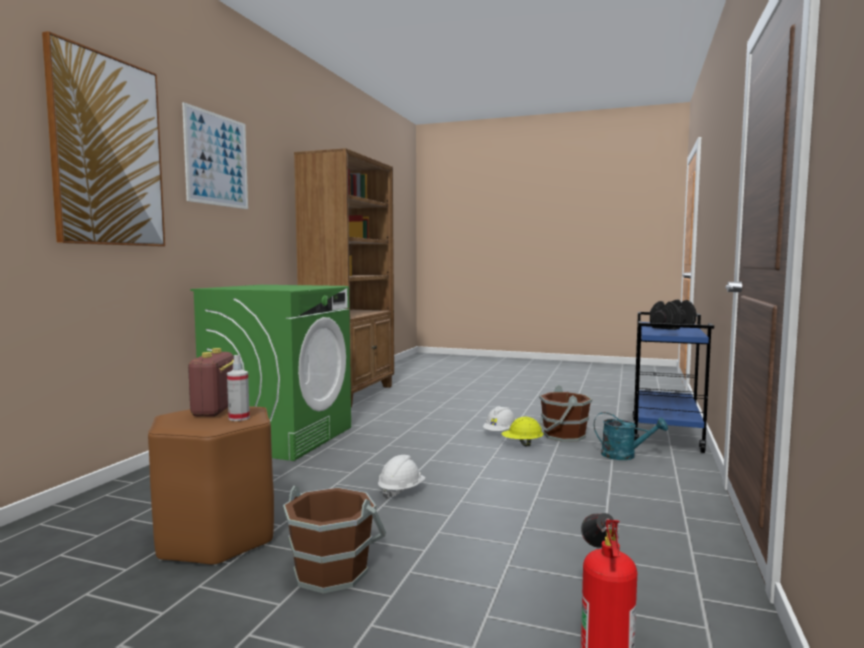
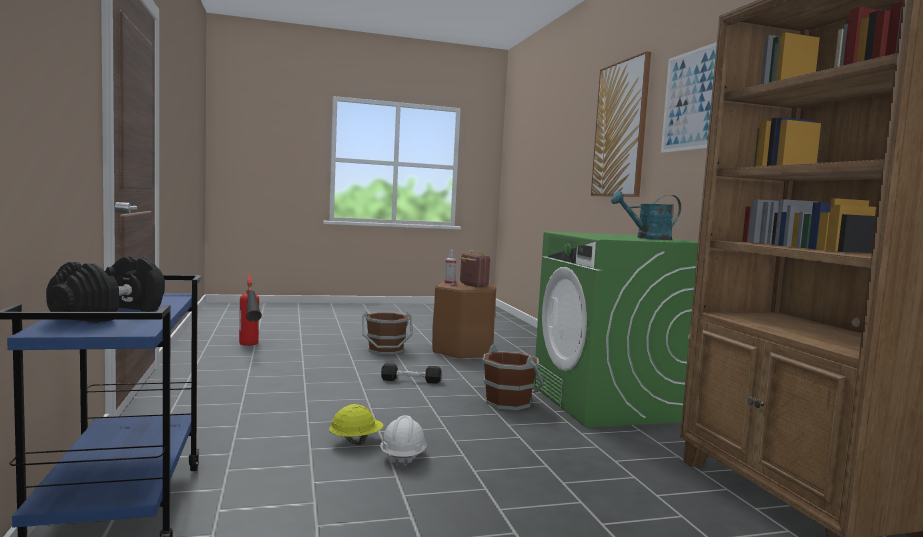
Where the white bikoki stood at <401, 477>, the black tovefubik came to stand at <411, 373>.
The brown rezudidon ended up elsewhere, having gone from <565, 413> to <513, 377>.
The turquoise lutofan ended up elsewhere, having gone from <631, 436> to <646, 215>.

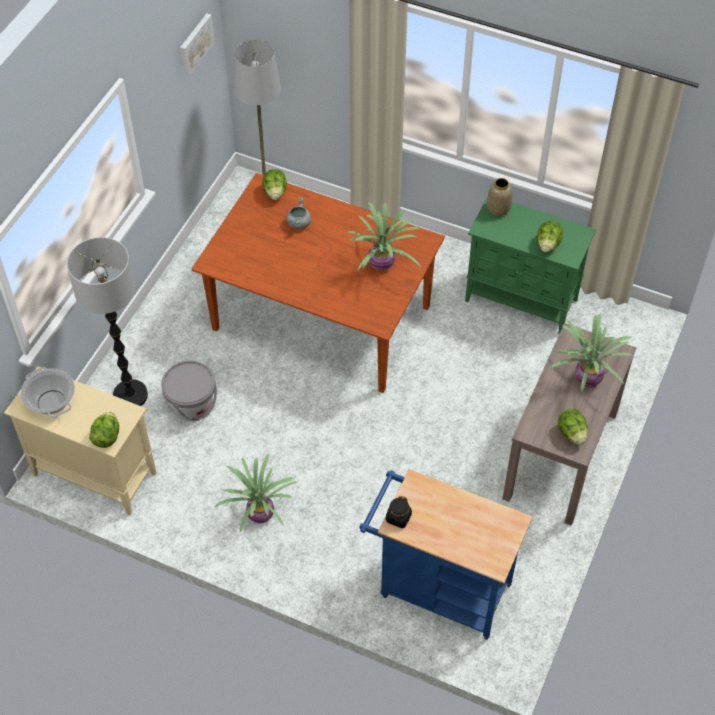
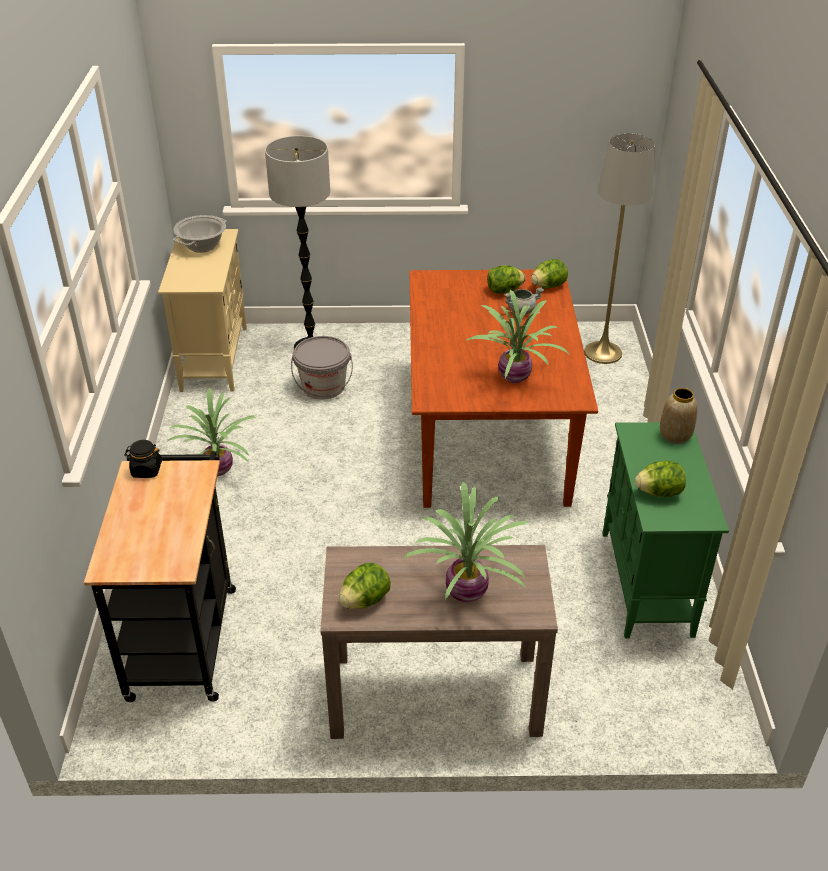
The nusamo ended up elsewhere, having gone from <104, 430> to <506, 279>.
The second view lost the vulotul at <197, 45>.
What was the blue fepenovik at <446, 554> turned into the black fepenovik at <160, 576>.

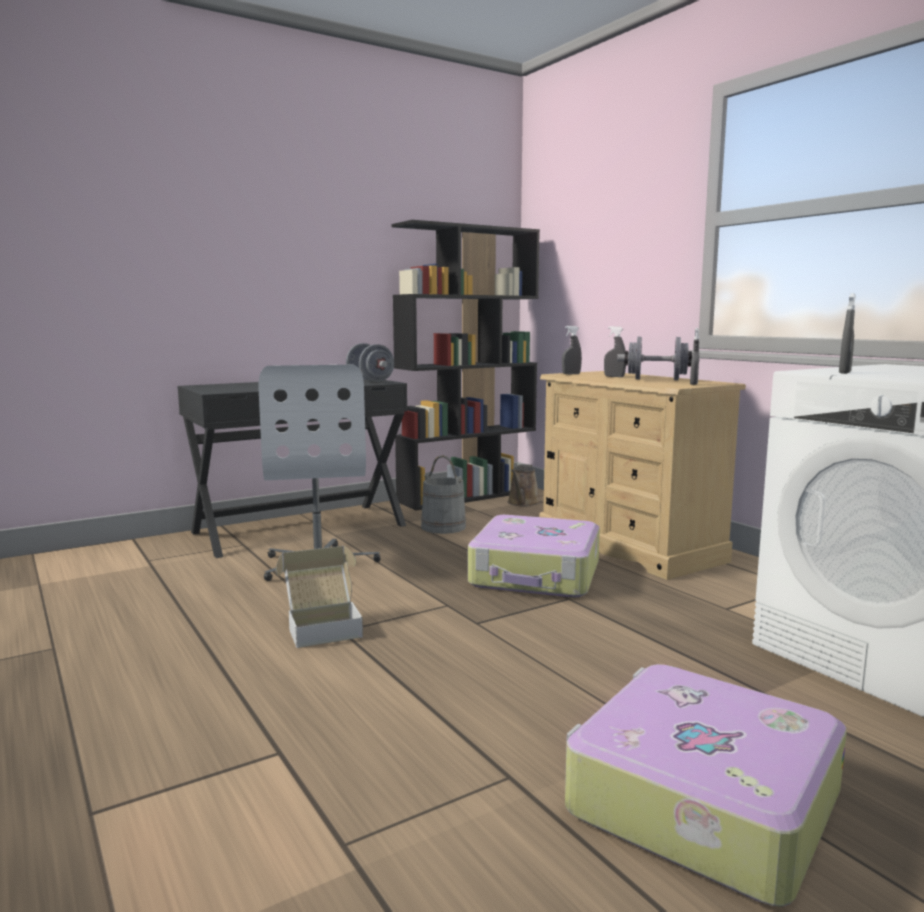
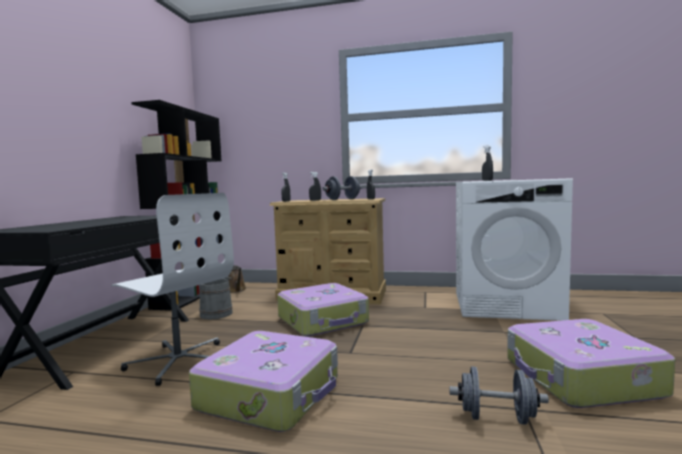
Where the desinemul stood at <319, 597>, the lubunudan came to stand at <263, 381>.
The grey tovefubik ended up elsewhere, having gone from <370, 362> to <499, 395>.

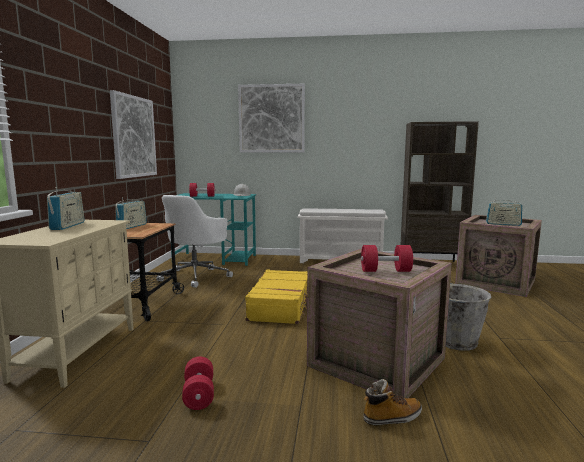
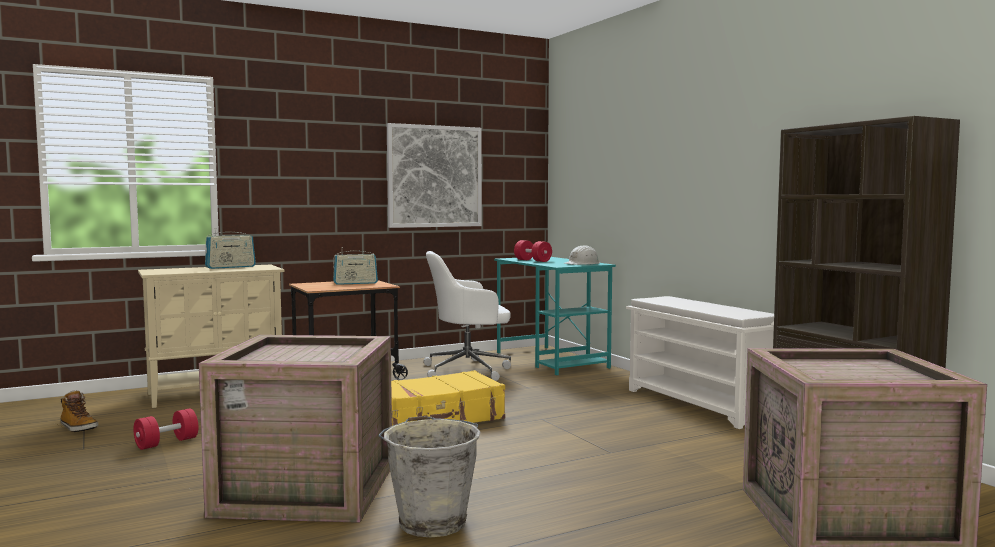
The second view lost the vulotul at <271, 118>.
The second view lost the red tovefubik at <387, 258>.
The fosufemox ended up elsewhere, having gone from <392, 402> to <79, 411>.
The second view lost the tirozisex at <504, 212>.

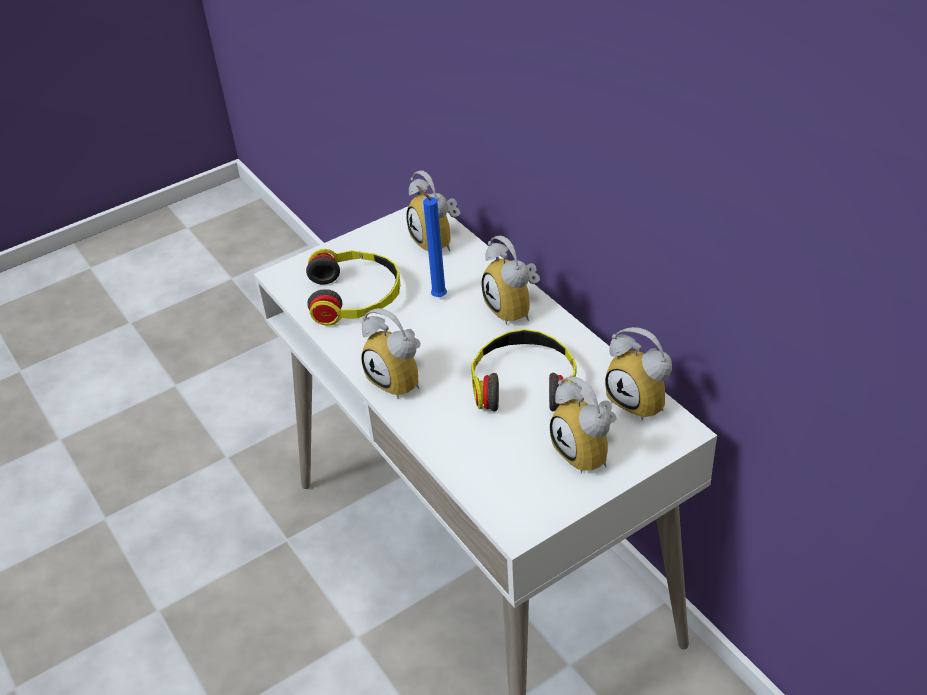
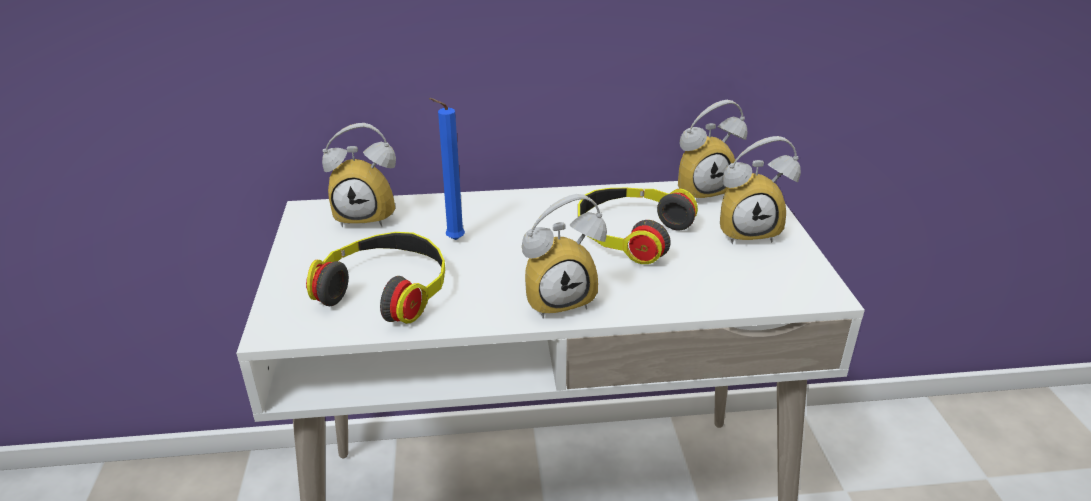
The second view lost the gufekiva at <511, 280>.

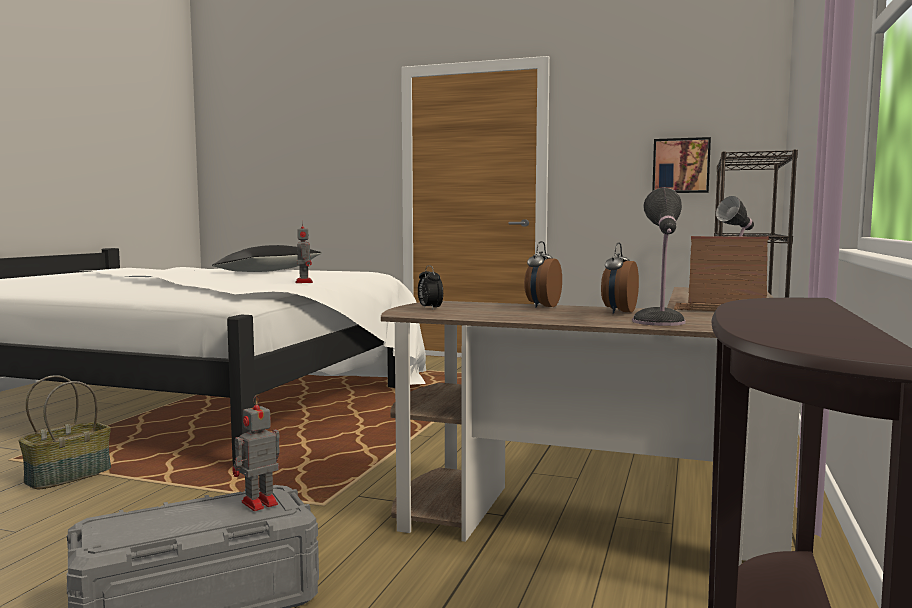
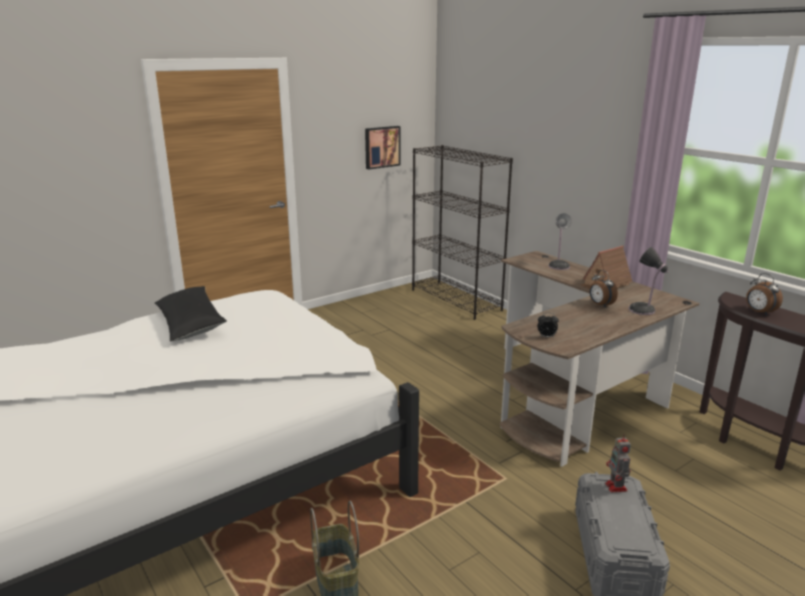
The second view lost the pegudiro at <304, 252>.
The gufekiva ended up elsewhere, having gone from <543, 274> to <764, 294>.

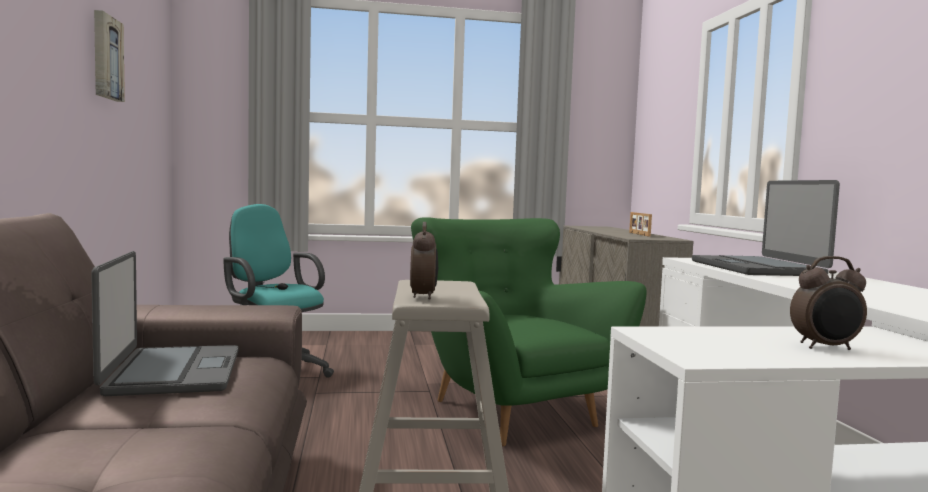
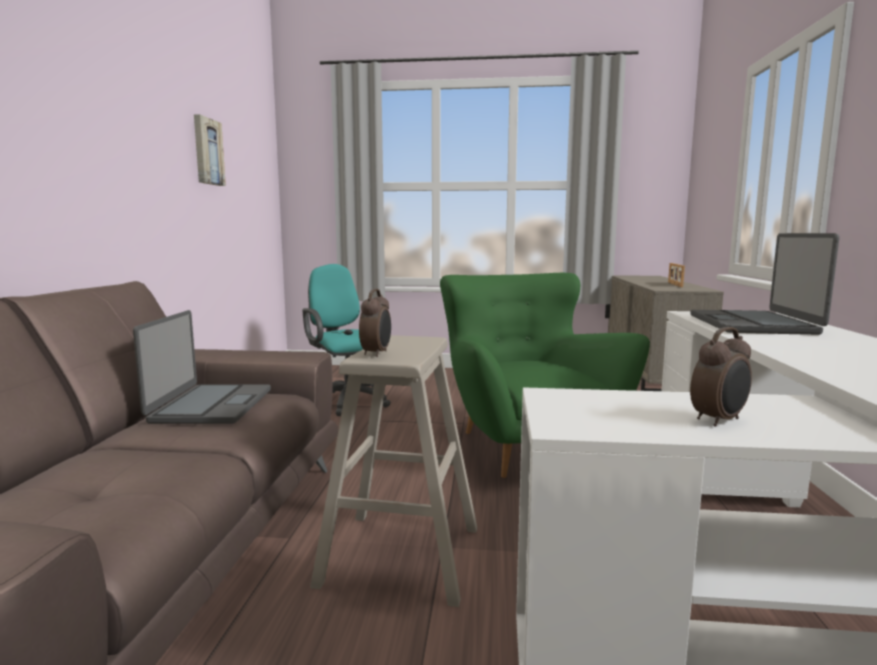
The gufekiva at <828, 303> ended up facing another way, 45 degrees counterclockwise from before.

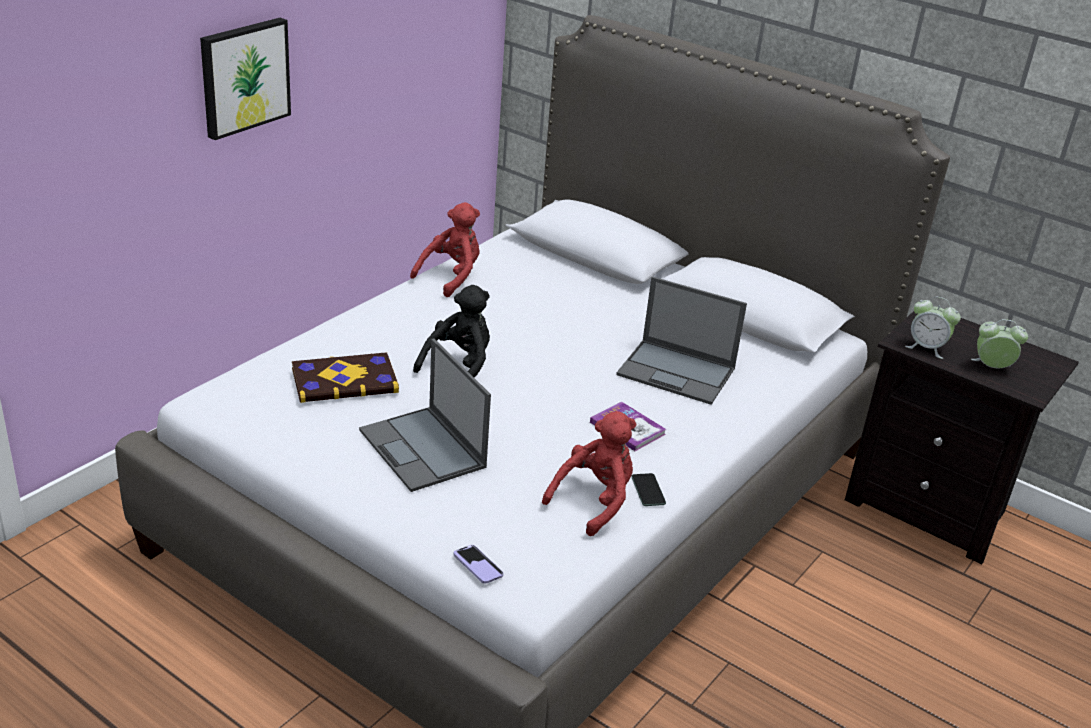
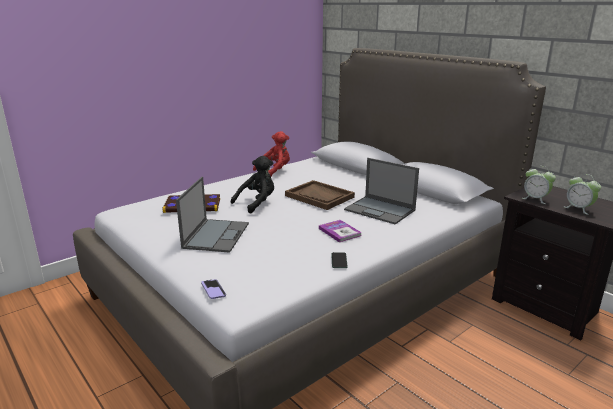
The second view lost the vulotul at <245, 79>.
The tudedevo at <425, 415> ended up facing another way, 150 degrees counterclockwise from before.
The second view lost the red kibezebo at <589, 473>.
The gufekiva at <999, 343> ended up facing another way, 150 degrees counterclockwise from before.
The second view gained the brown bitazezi at <320, 195>.

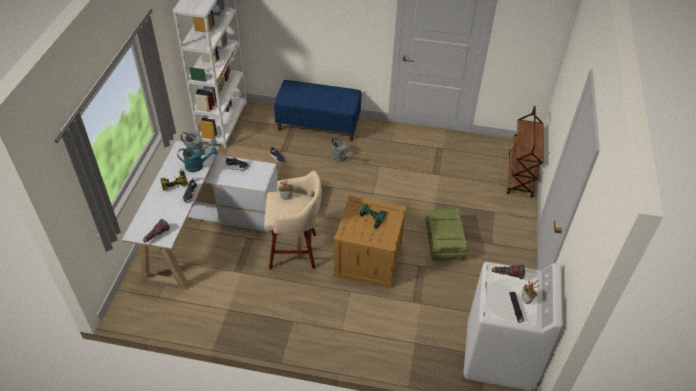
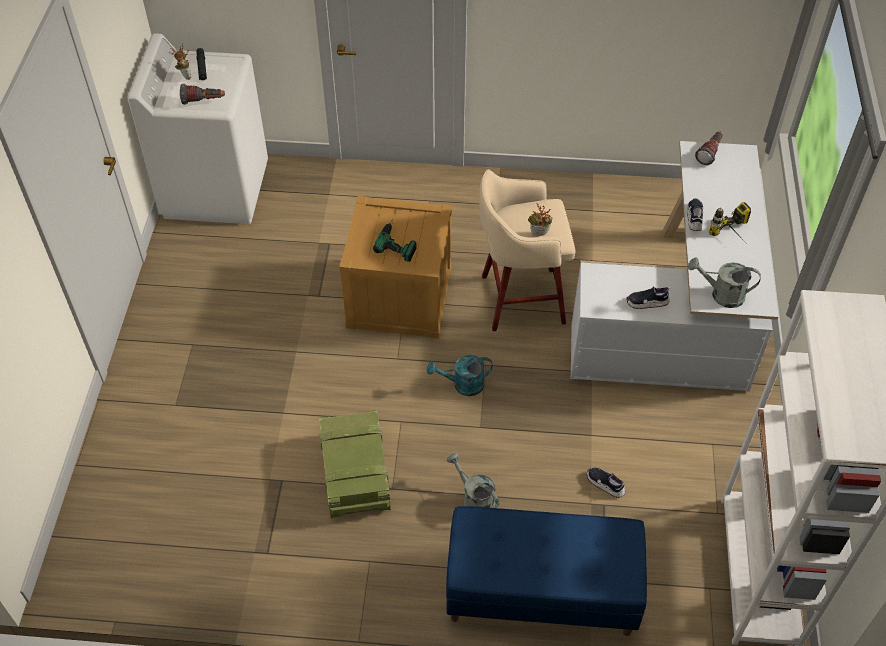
The turquoise lutofan ended up elsewhere, having gone from <198, 159> to <460, 375>.
The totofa ended up elsewhere, having gone from <446, 234> to <355, 463>.
The second view lost the brown fepenovik at <525, 152>.

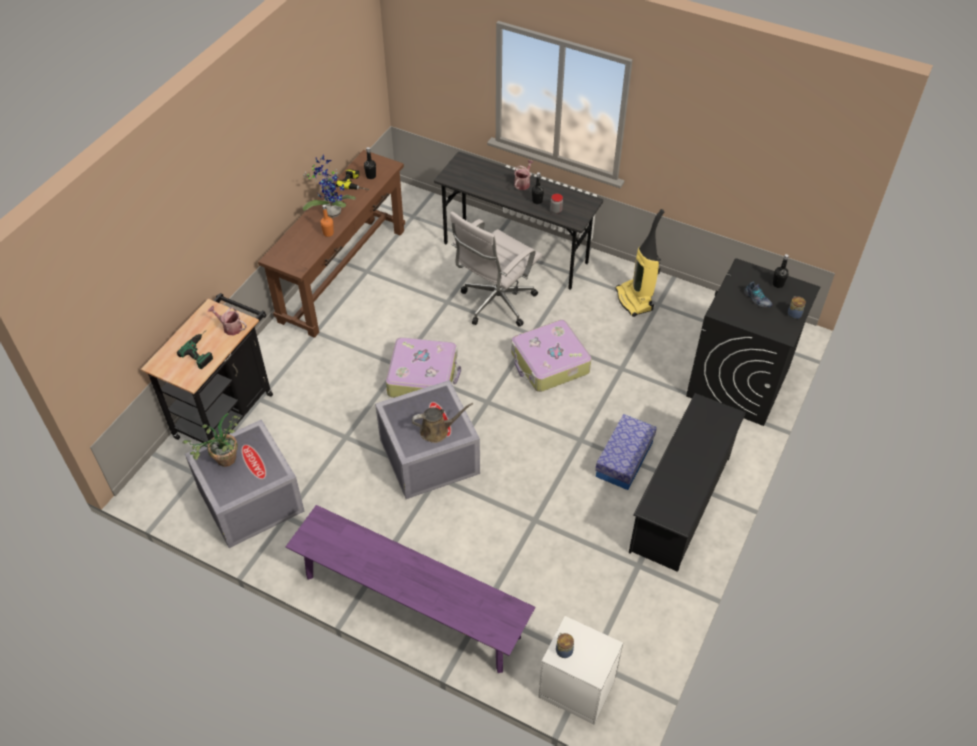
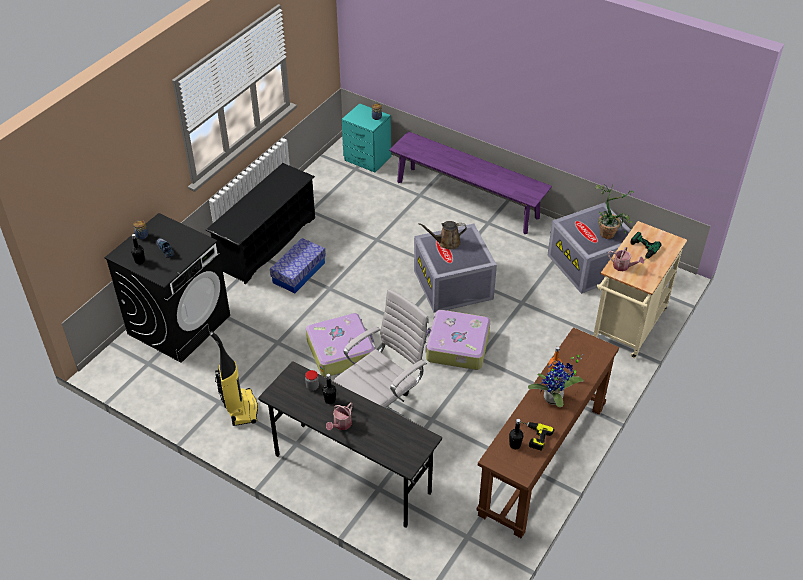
What was the black fepenovik at <207, 368> turned into the beige fepenovik at <639, 289>.
What was the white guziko at <580, 670> turned into the turquoise guziko at <366, 138>.

